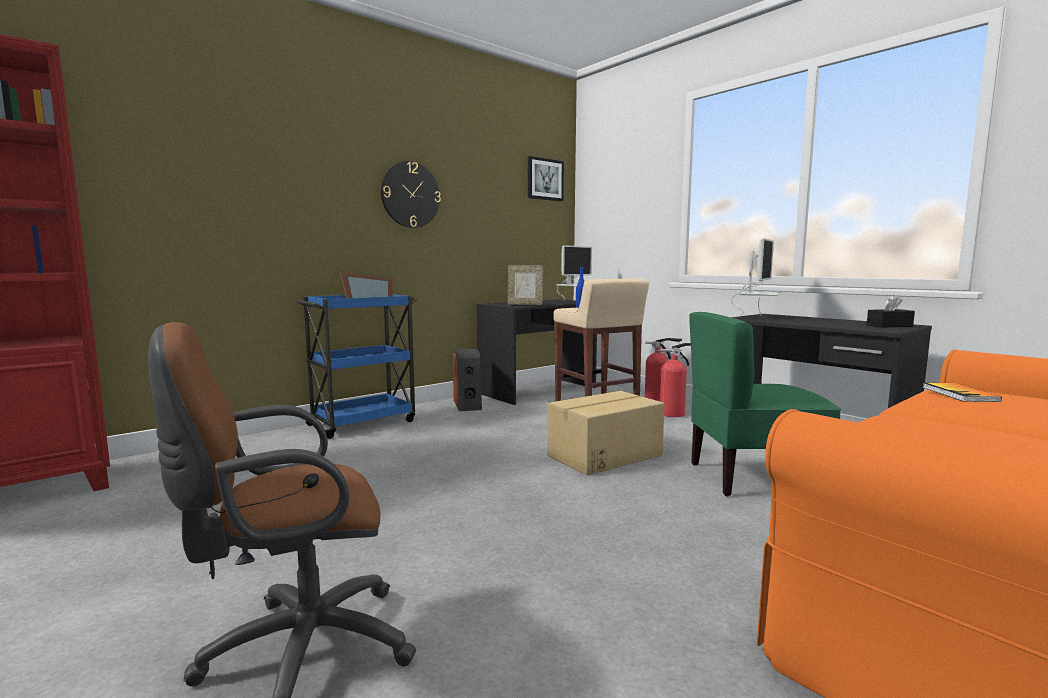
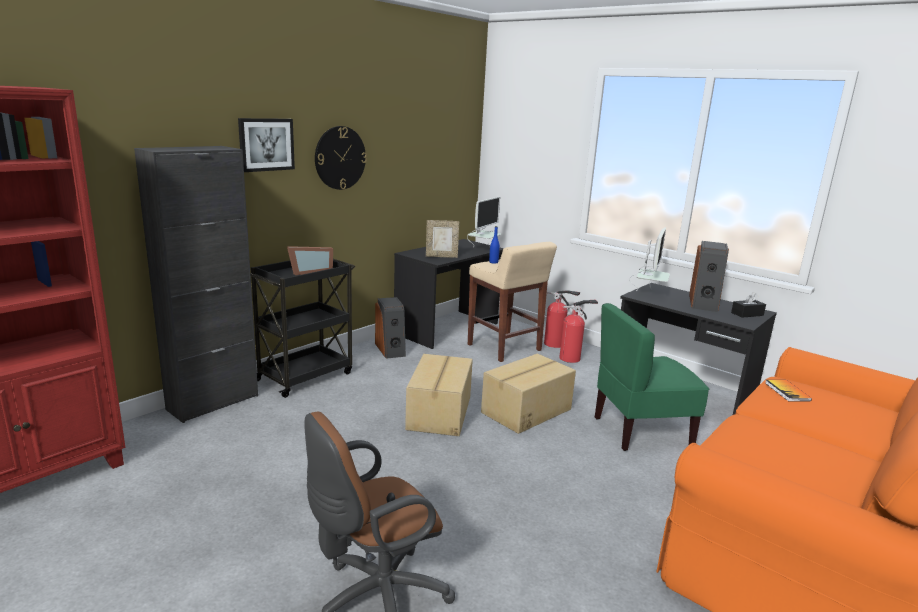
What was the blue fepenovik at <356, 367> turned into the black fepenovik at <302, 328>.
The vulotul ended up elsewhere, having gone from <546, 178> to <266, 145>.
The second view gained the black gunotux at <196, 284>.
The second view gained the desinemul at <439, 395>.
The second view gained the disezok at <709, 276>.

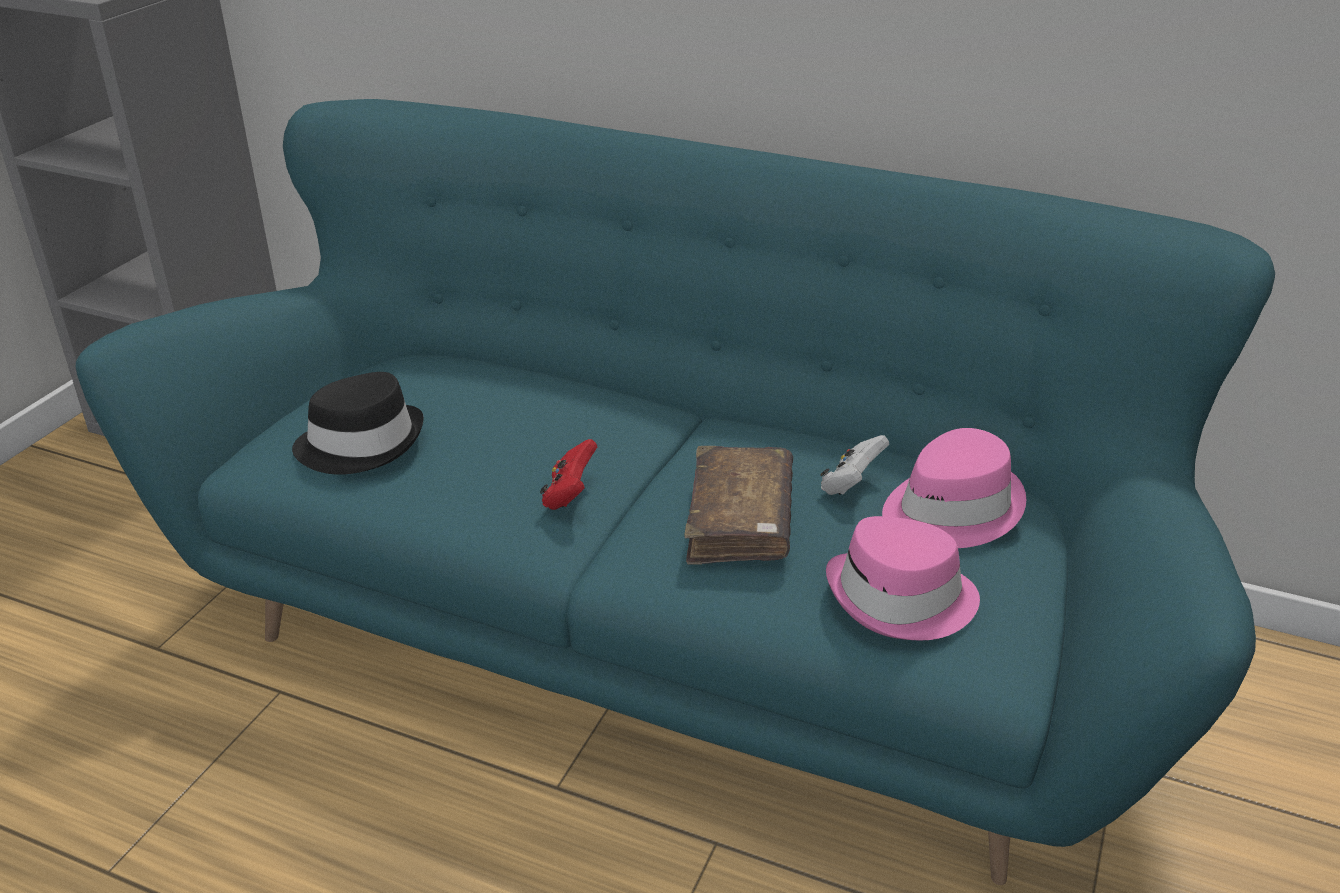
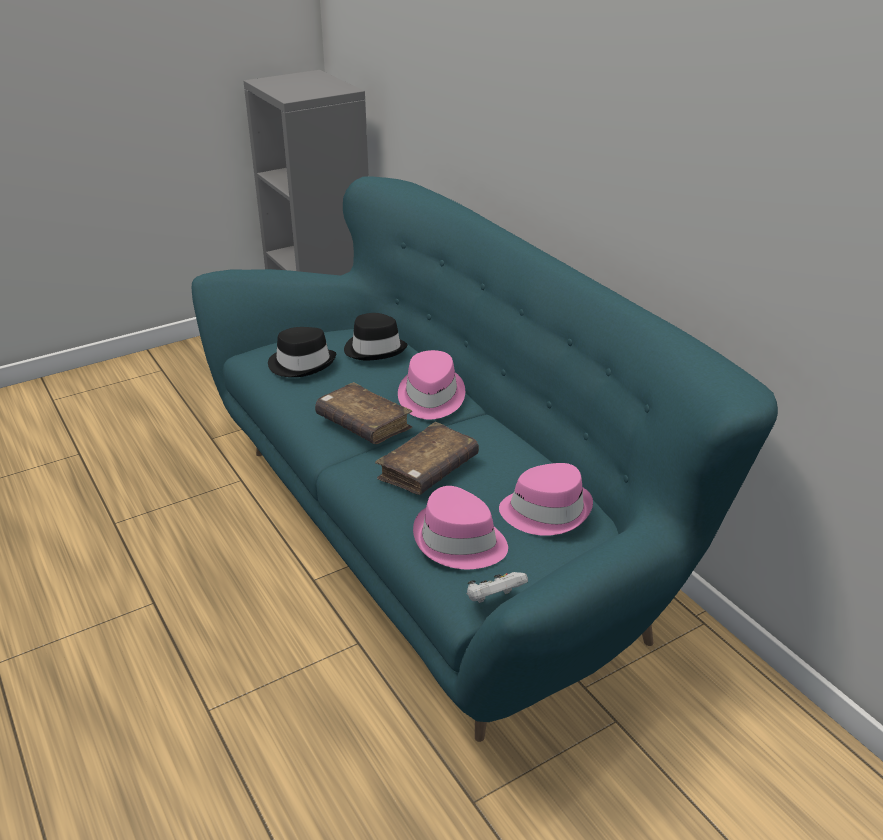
Where the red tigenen stood at <568, 474>, the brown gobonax came to stand at <363, 413>.
The white tigenen ended up elsewhere, having gone from <854, 465> to <497, 587>.
The second view gained the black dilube at <375, 336>.
The second view gained the pink dilube at <431, 384>.

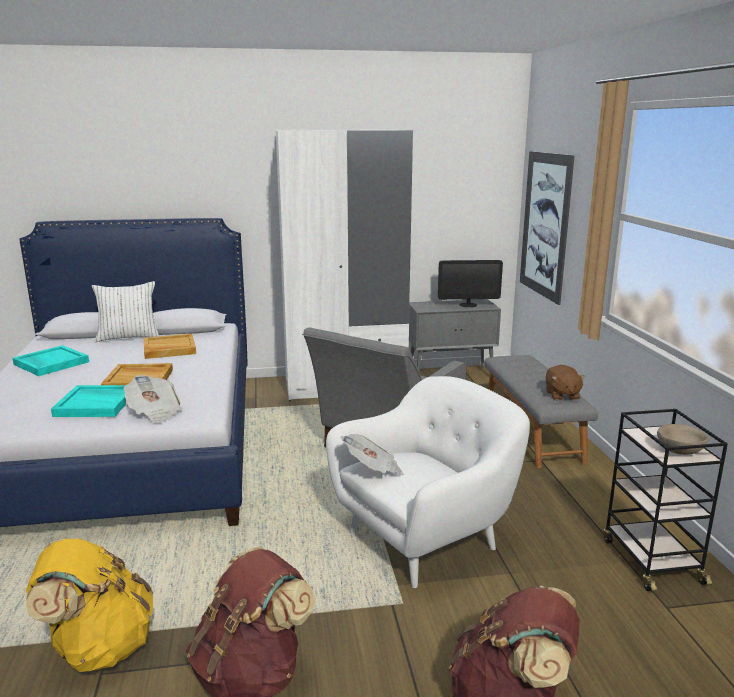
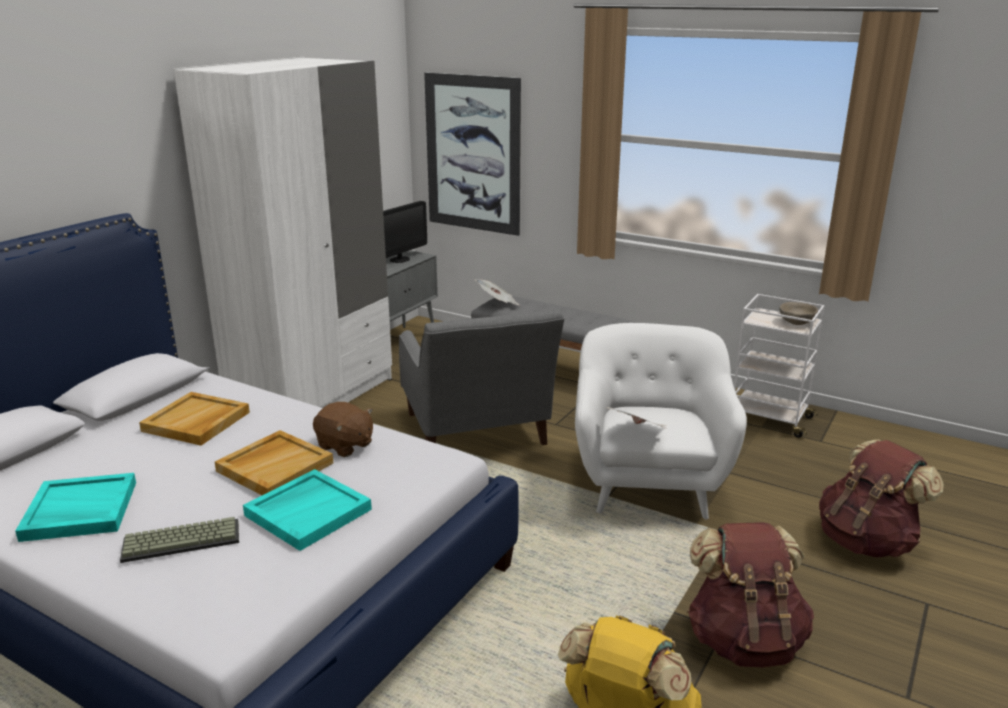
The second view lost the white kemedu at <125, 311>.
The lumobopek ended up elsewhere, having gone from <153, 399> to <497, 292>.
The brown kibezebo ended up elsewhere, having gone from <565, 382> to <343, 429>.
What was the black fepenovik at <665, 500> turned into the white fepenovik at <779, 366>.
The second view gained the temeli at <179, 540>.

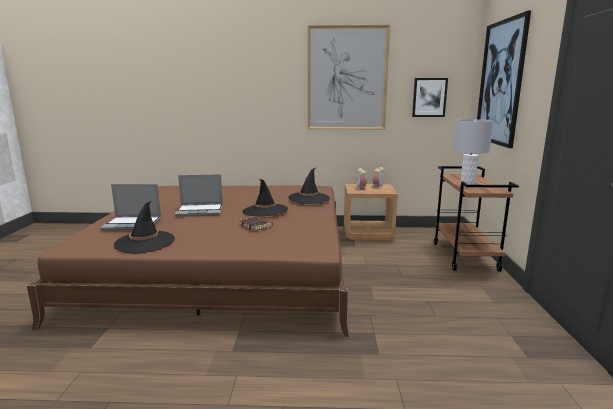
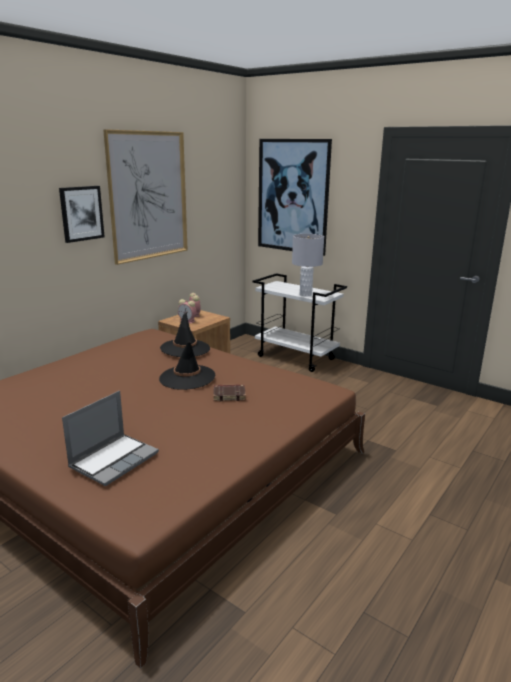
The second view lost the black dilube at <144, 227>.
The second view lost the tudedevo at <199, 195>.
The vulotul ended up elsewhere, having gone from <430, 97> to <82, 214>.
What was the brown fepenovik at <476, 218> turned into the white fepenovik at <299, 322>.

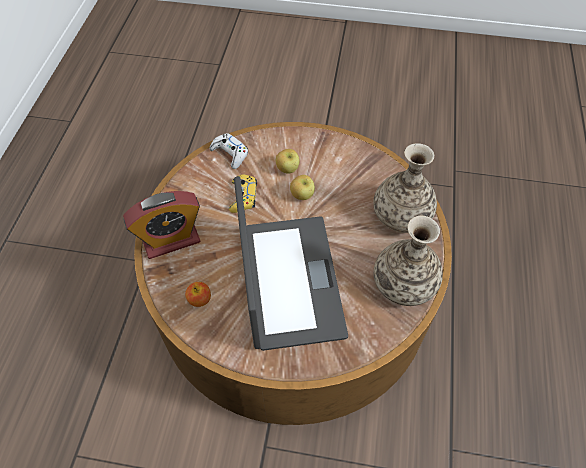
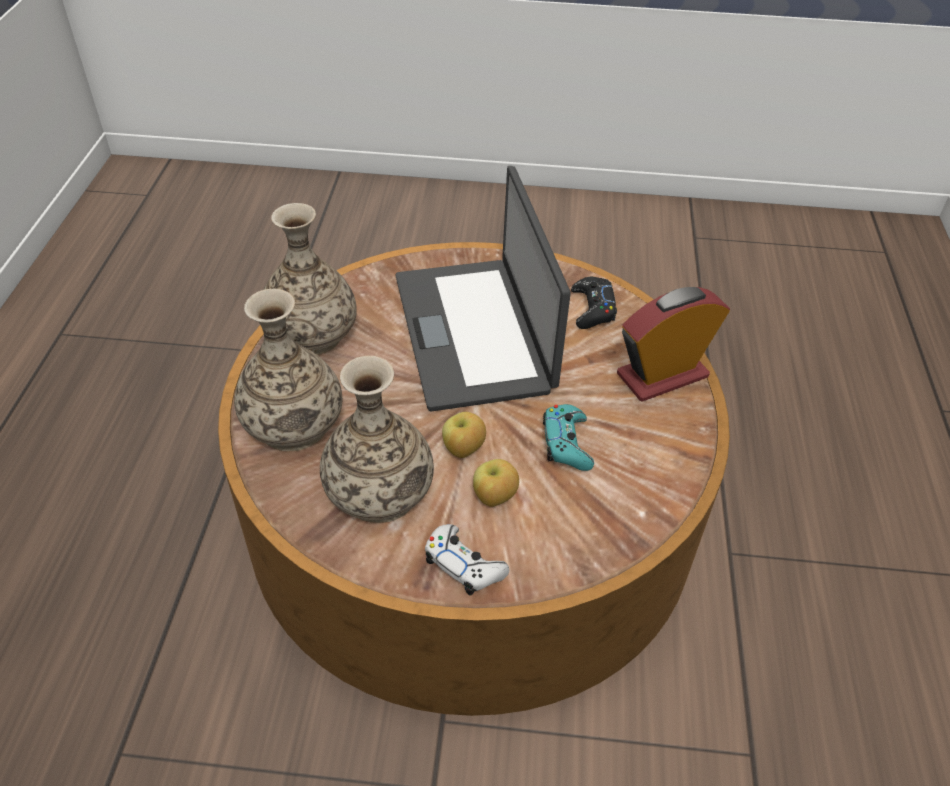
Where the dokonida stood at <198, 294>, the black tigenen came to stand at <594, 303>.
The white tigenen ended up elsewhere, having gone from <229, 151> to <467, 560>.
What was the yellow tigenen at <243, 194> turned into the turquoise tigenen at <568, 437>.
The second view gained the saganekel at <377, 439>.

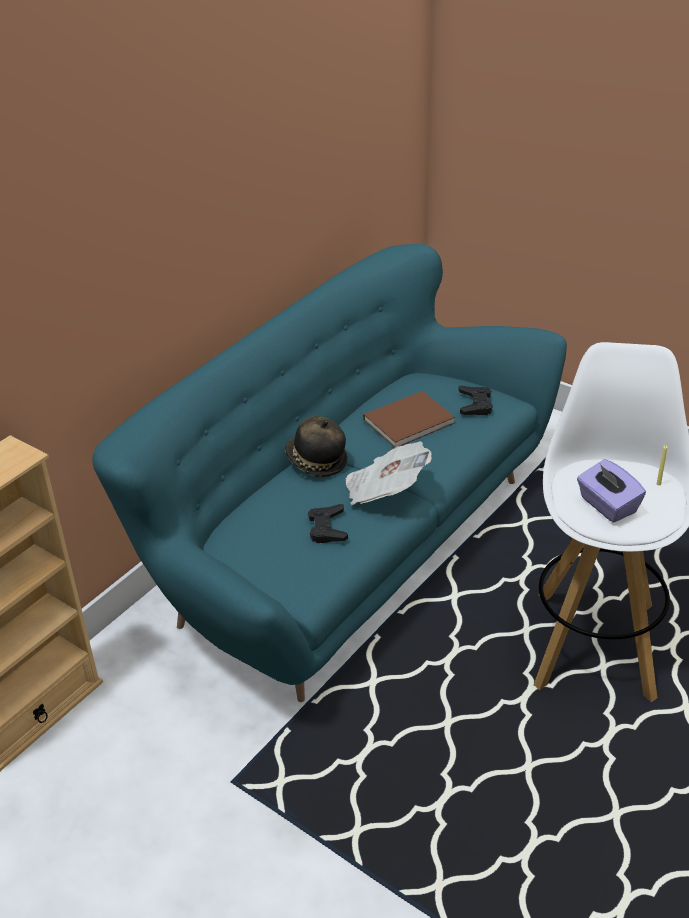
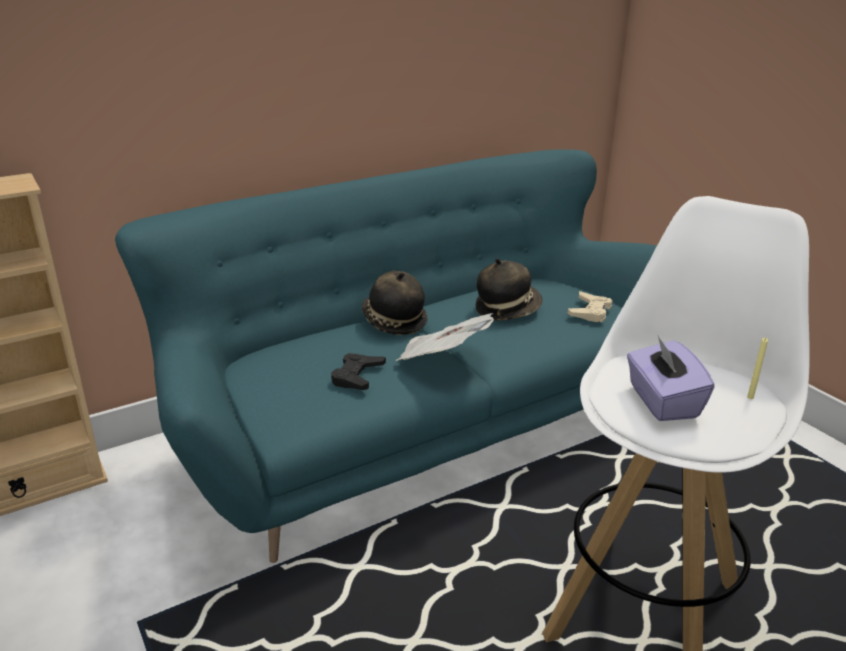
Where the brown gobonax stood at <409, 419>, the dilube came to stand at <509, 289>.
What was the black tigenen at <476, 400> turned into the beige tigenen at <590, 307>.

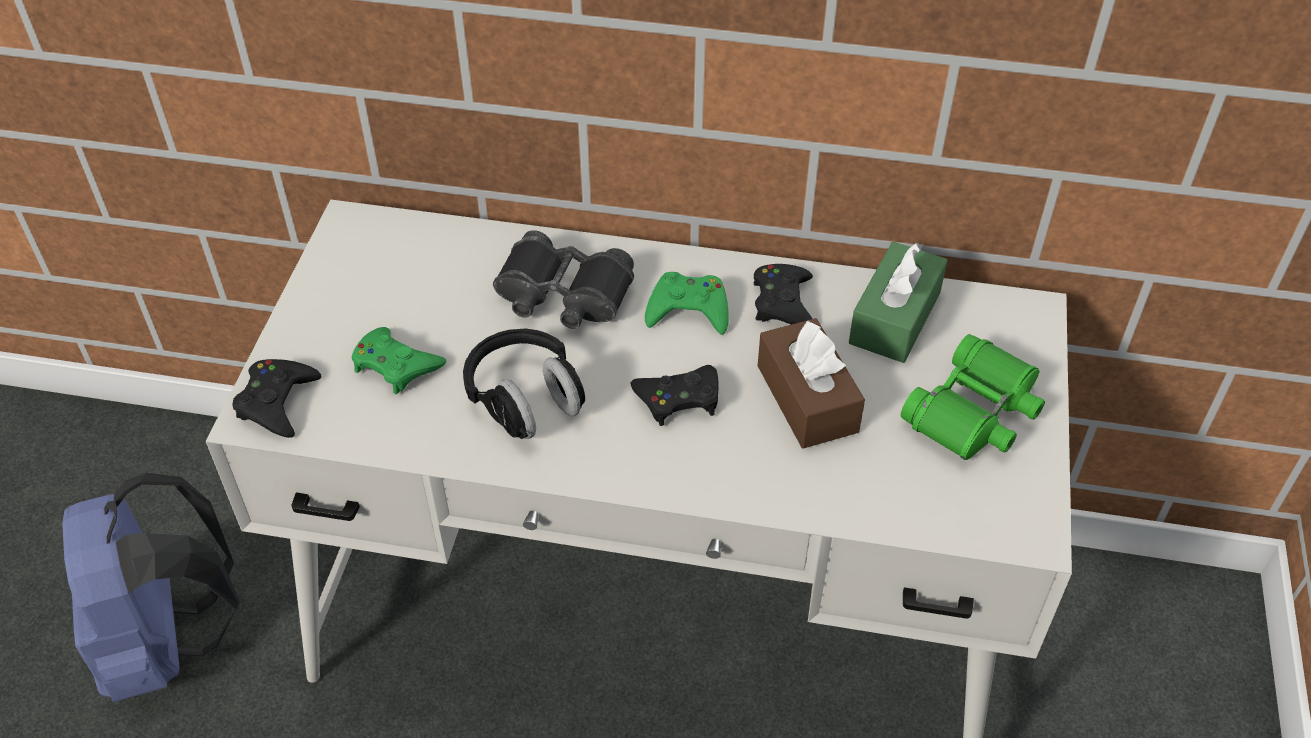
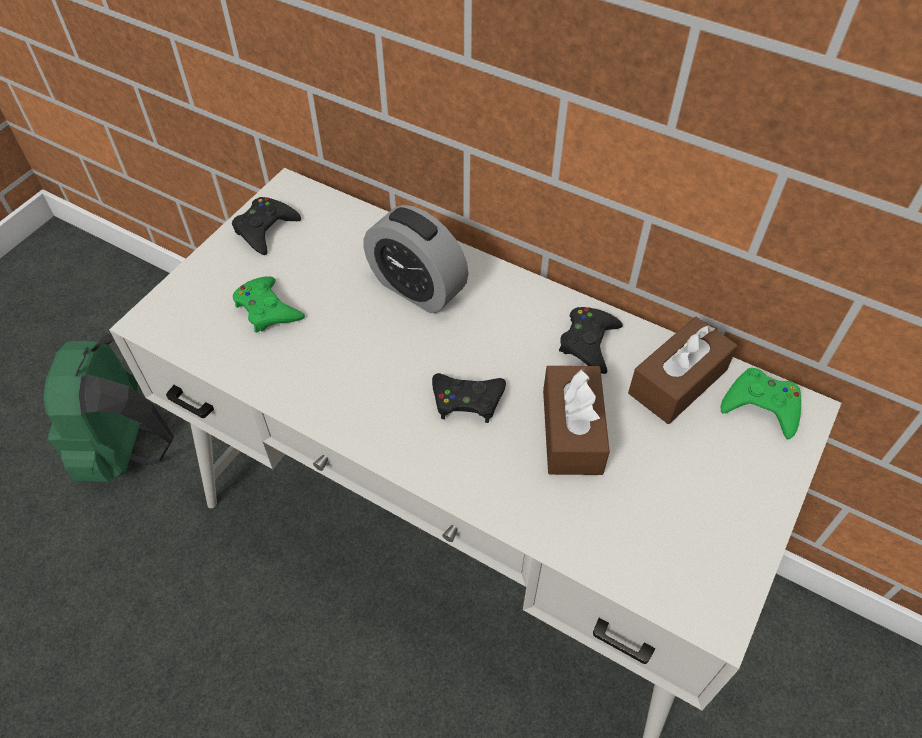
What was the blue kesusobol at <151, 588> turned into the green kesusobol at <110, 408>.
The black tigenen ended up elsewhere, having gone from <276, 398> to <266, 226>.
The second view lost the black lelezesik at <524, 384>.
Where the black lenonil stood at <563, 279>, the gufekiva came to stand at <416, 259>.
The green tigenen ended up elsewhere, having gone from <687, 303> to <760, 403>.
What was the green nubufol at <898, 302> turned into the brown nubufol at <683, 370>.
The second view lost the green lenonil at <973, 397>.

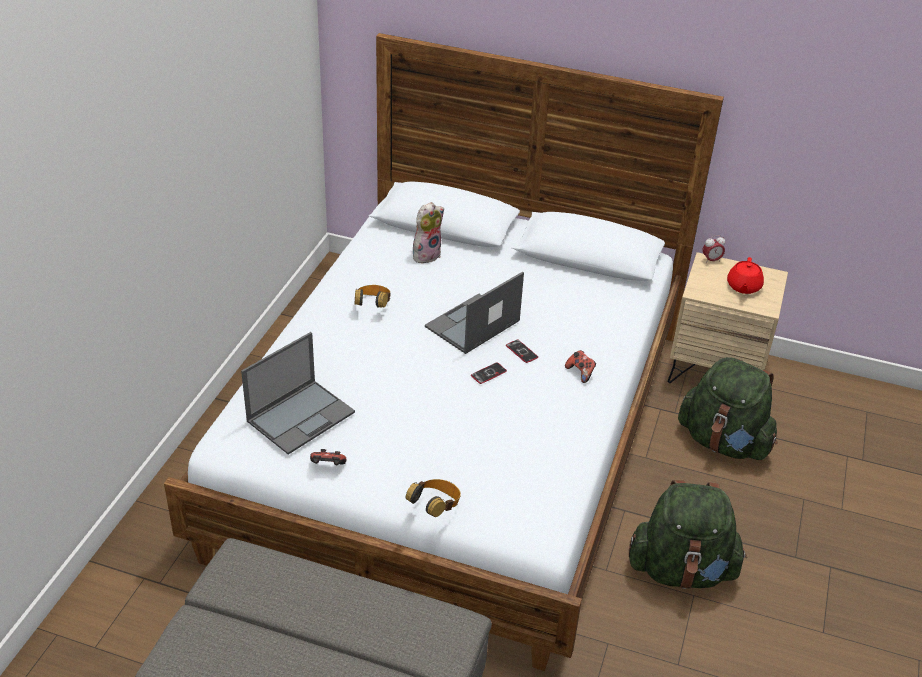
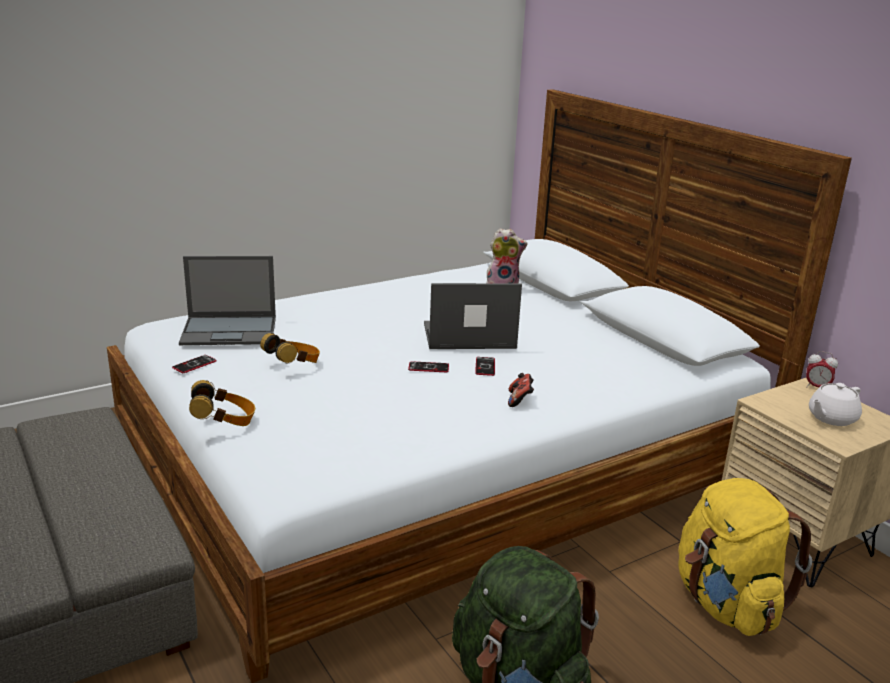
Where the tigenen stood at <328, 457>, the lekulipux came to stand at <194, 364>.
The lelezesik ended up elsewhere, having gone from <373, 296> to <290, 348>.
What was the green kesusobol at <727, 408> turned into the yellow kesusobol at <745, 557>.
What was the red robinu at <745, 275> turned into the white robinu at <835, 404>.

